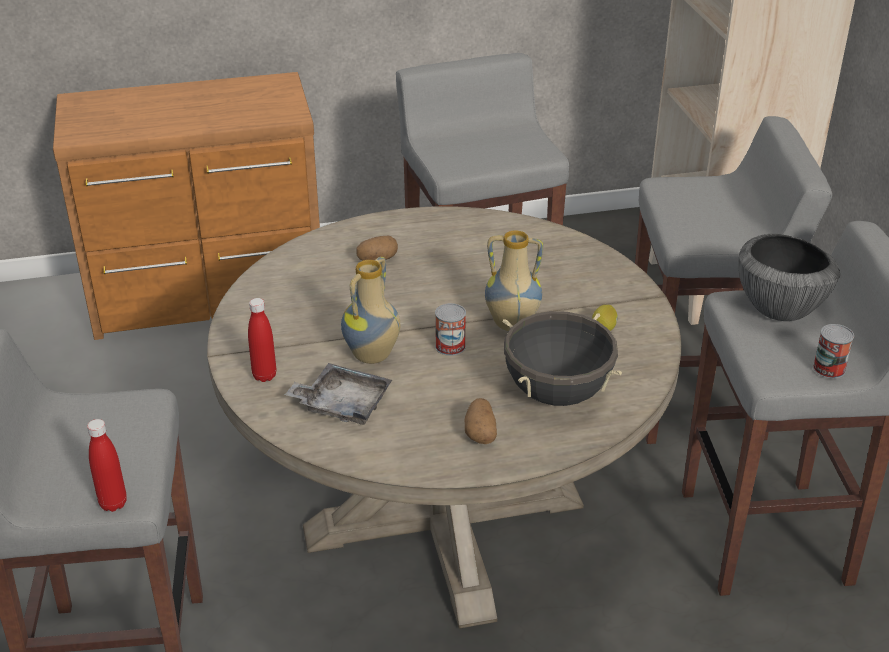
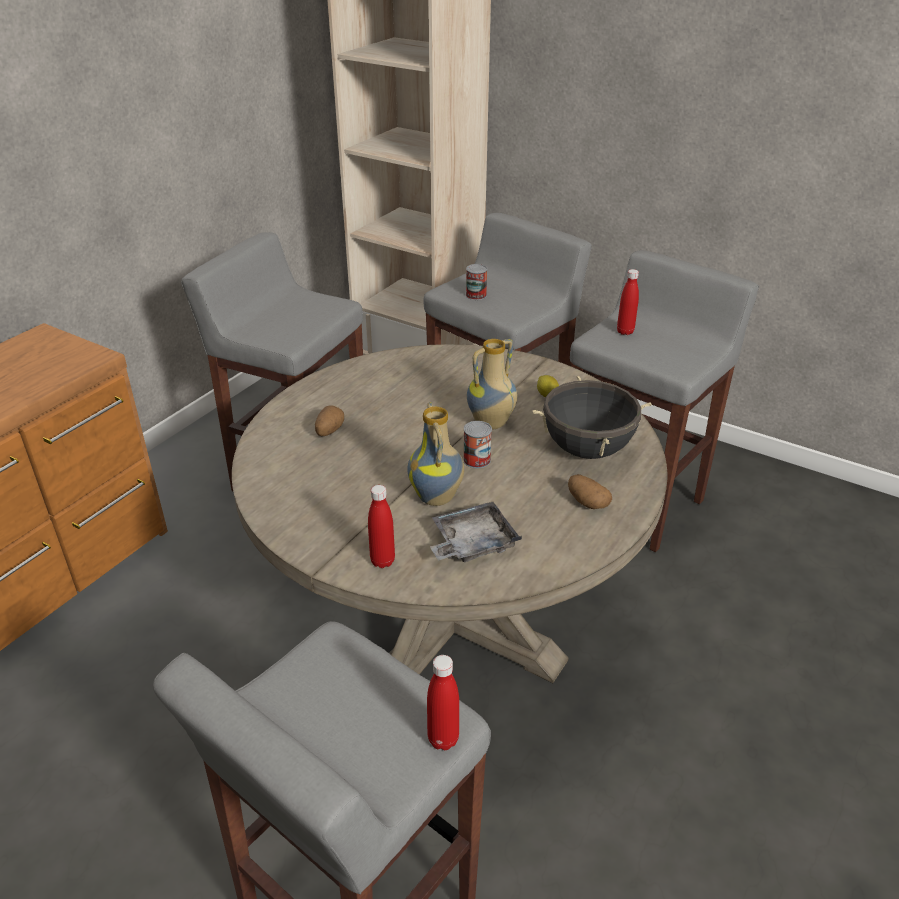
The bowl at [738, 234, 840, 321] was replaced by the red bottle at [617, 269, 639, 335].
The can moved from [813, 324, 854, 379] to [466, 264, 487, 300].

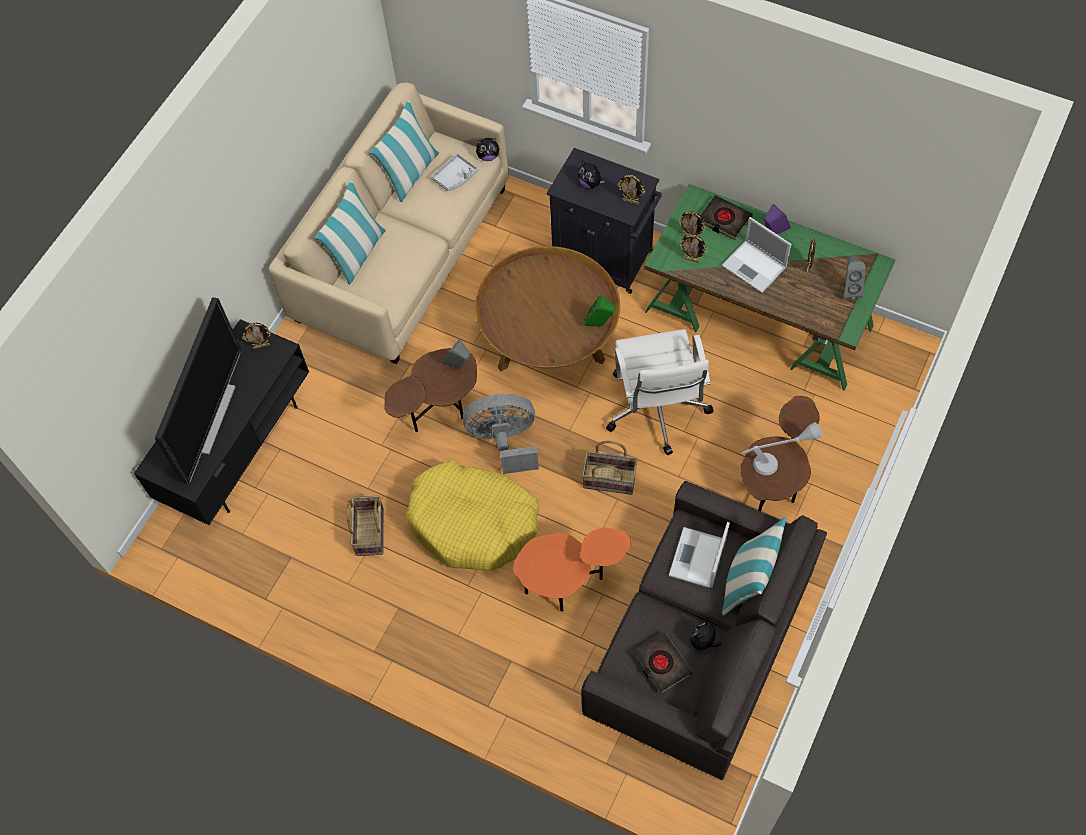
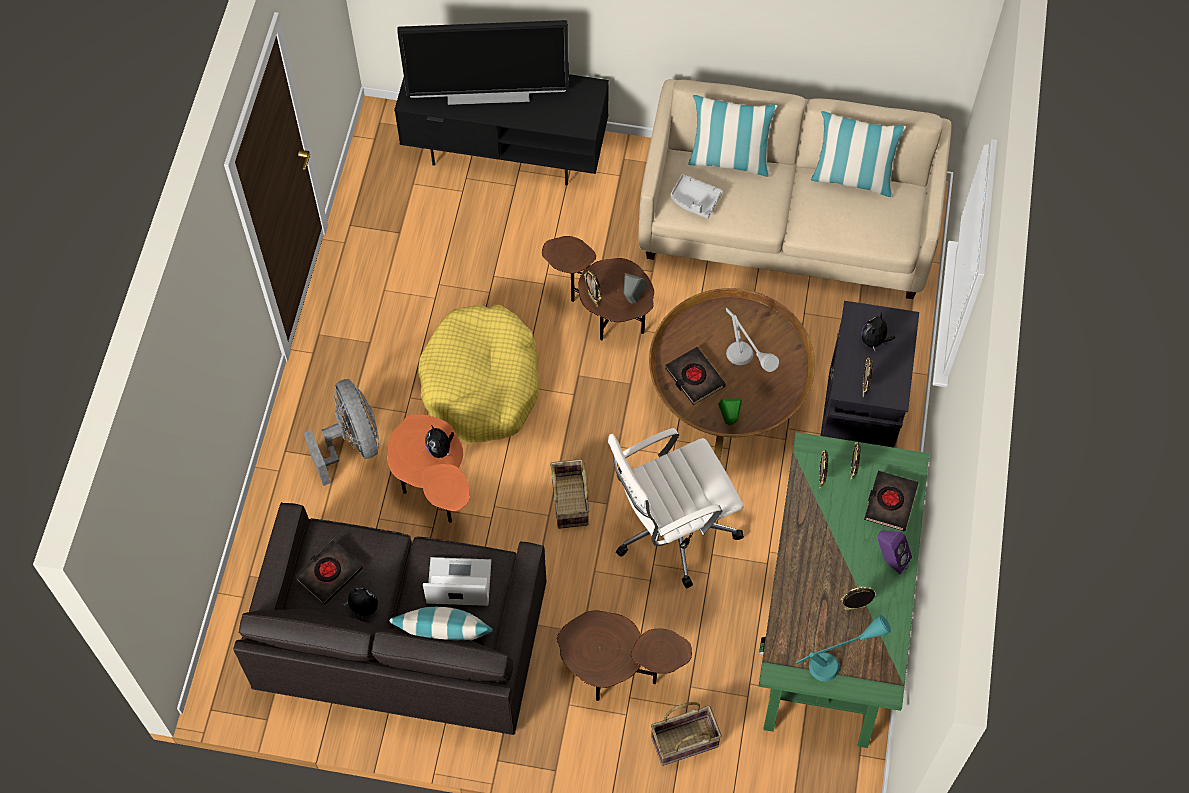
The picture frame moved from [242, 323, 271, 349] to [584, 271, 602, 307].
The basket moved from [347, 496, 384, 556] to [651, 702, 722, 766].
The grey tray moved from [431, 154, 478, 191] to [670, 174, 722, 218].
The grey fan moved from [463, 394, 539, 474] to [304, 379, 379, 486].
The plush toy moved from [476, 138, 499, 161] to [425, 425, 454, 458].
The laptop at [722, 217, 792, 293] disappeared.
The grey table lamp moved from [741, 422, 822, 475] to [726, 308, 779, 372].
The grey speaker at [844, 256, 865, 300] was replaced by the turquoise table lamp at [796, 615, 891, 681].
The black book at [665, 347, 726, 405] appeared.

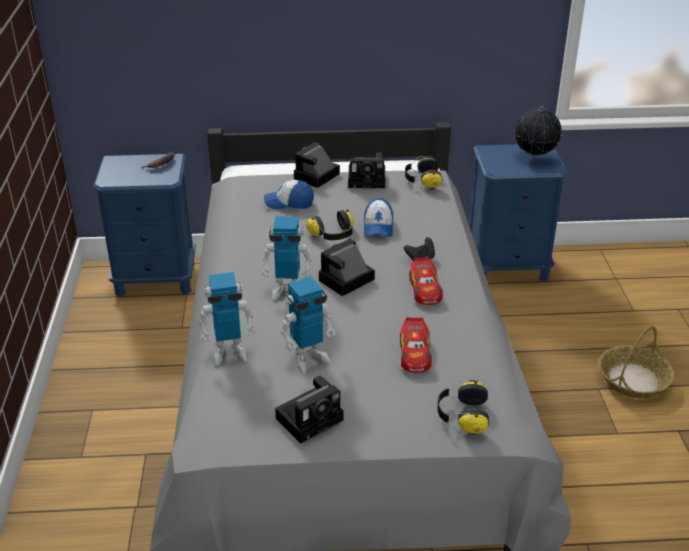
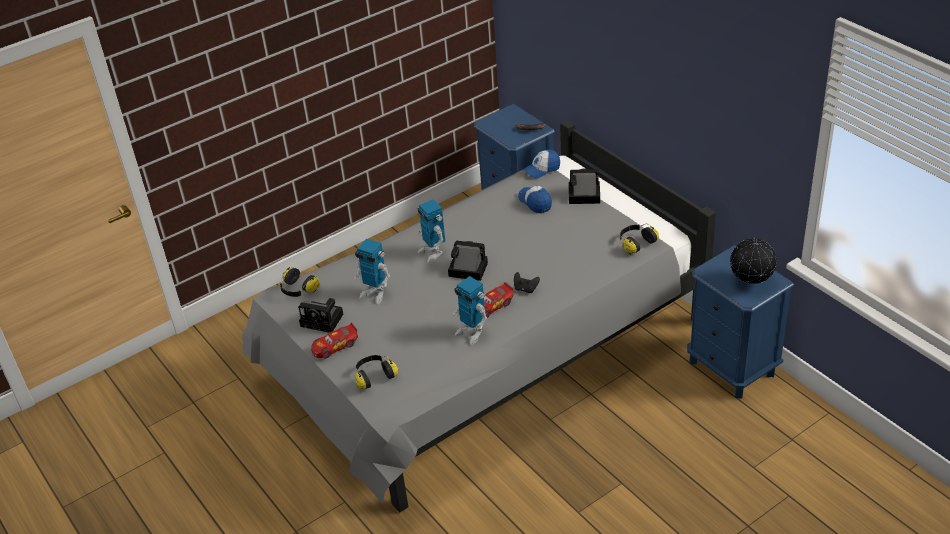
The toy robot moved from [199, 272, 255, 366] to [453, 276, 487, 345].
The headphones moved from [306, 209, 354, 240] to [280, 267, 320, 297].
The photo camera at [348, 153, 385, 188] disappeared.
The cap moved from [364, 198, 393, 237] to [523, 150, 560, 179].
The toy car moved from [400, 317, 432, 373] to [311, 322, 358, 358].
The basket at [599, 326, 675, 398] disappeared.

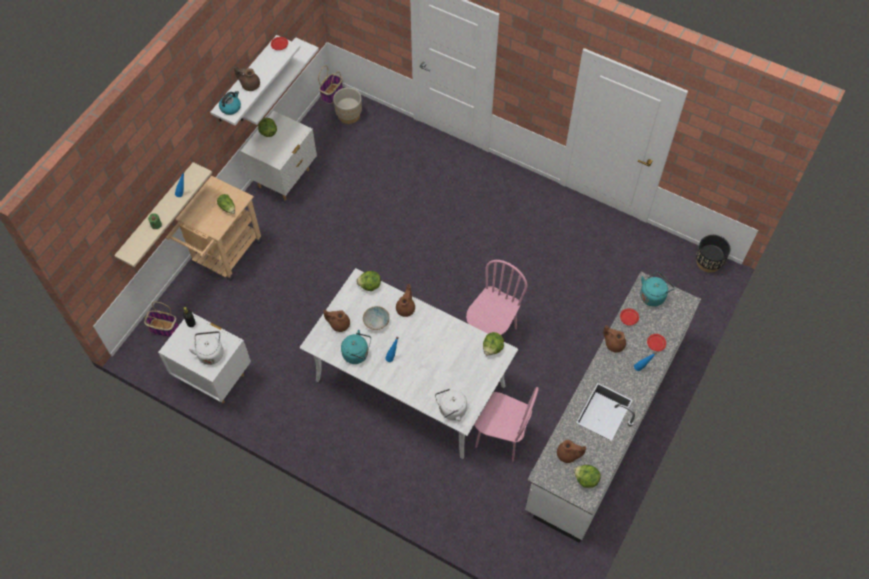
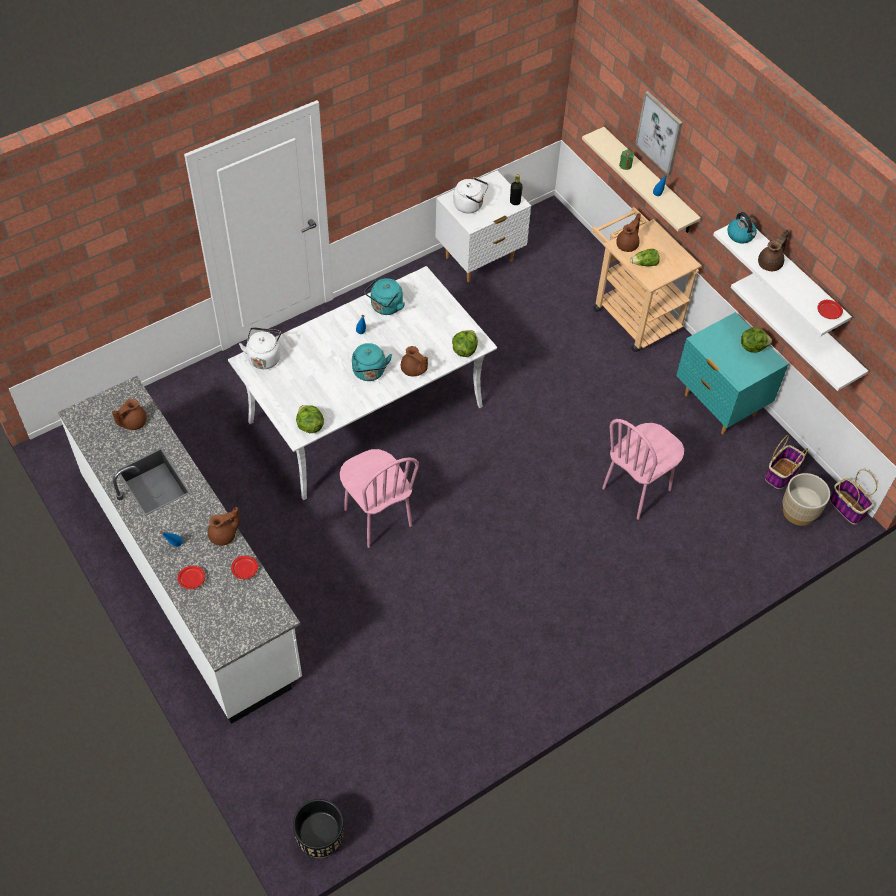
The basket moved from [144, 302, 179, 337] to [765, 435, 808, 489].
The white nightstand at [240, 111, 317, 201] became the turquoise nightstand at [676, 312, 788, 435].
The brown teapot moved from [323, 310, 350, 332] to [616, 213, 641, 252].
The bowl at [363, 306, 390, 330] disappeared.
The pink chair moved from [474, 387, 539, 462] to [602, 419, 684, 520].
The lettuce at [574, 465, 601, 488] disappeared.
The turquoise kettle moved from [640, 271, 675, 307] to [352, 343, 392, 381].
The picture at [635, 91, 683, 176] appeared.

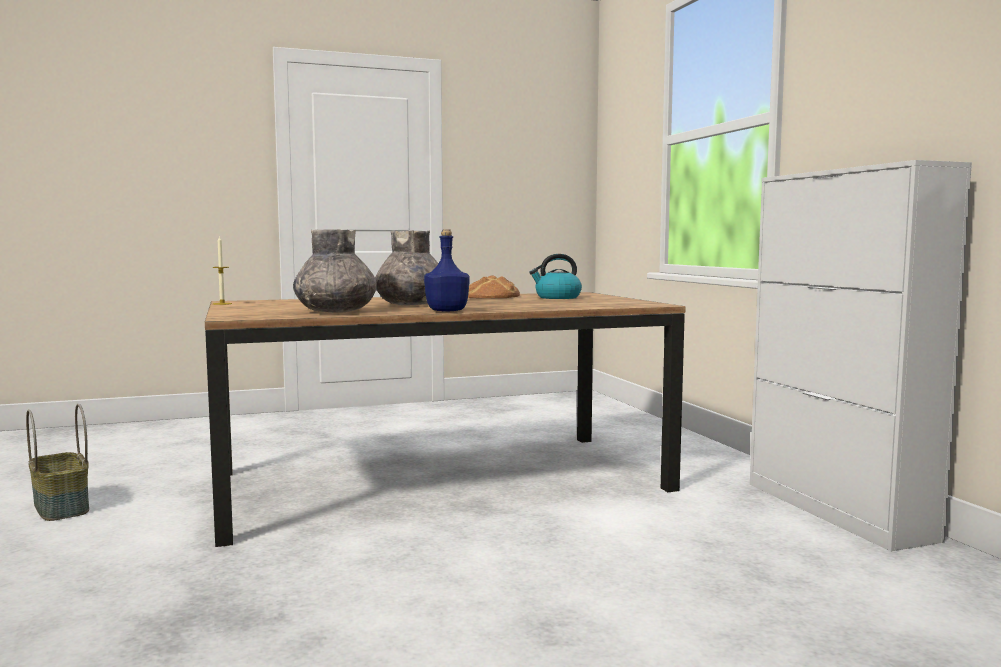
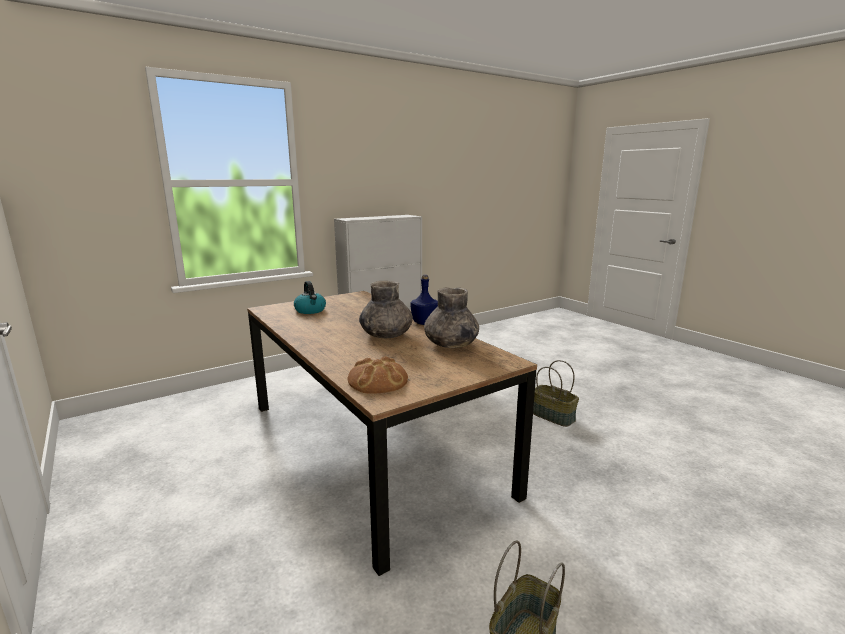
The candle at [213, 236, 232, 305] disappeared.
The bread moved from [468, 275, 520, 298] to [348, 356, 408, 394].
The basket at [533, 360, 579, 427] appeared.

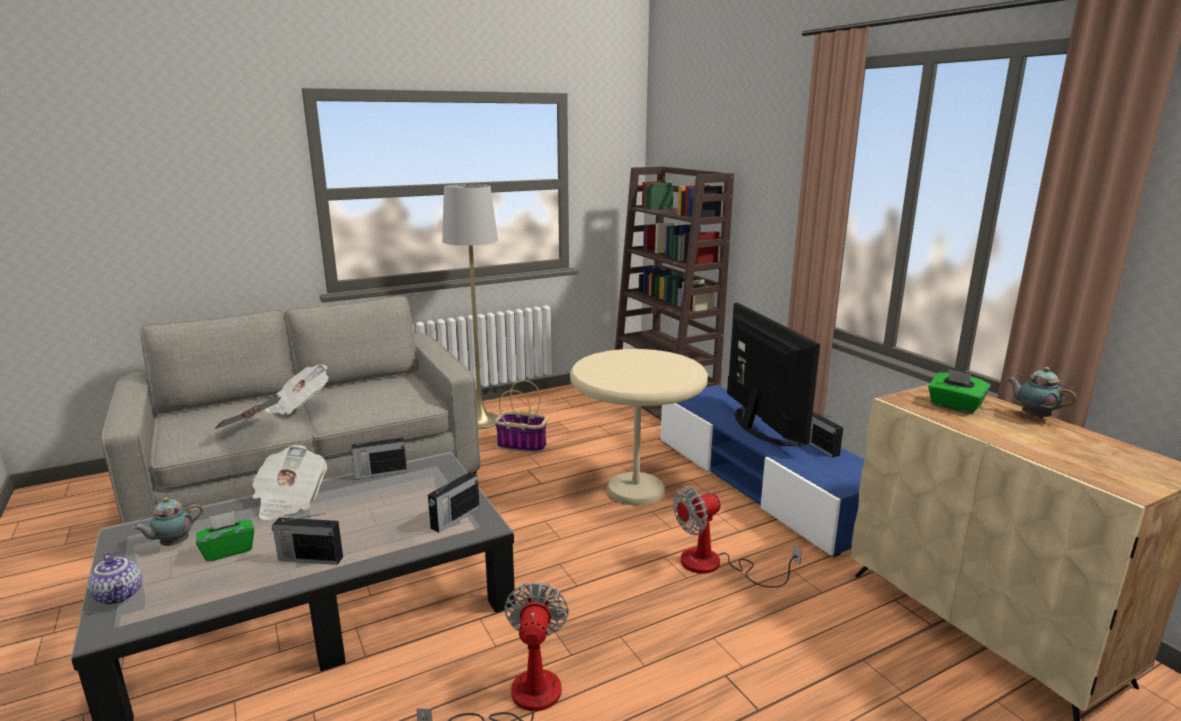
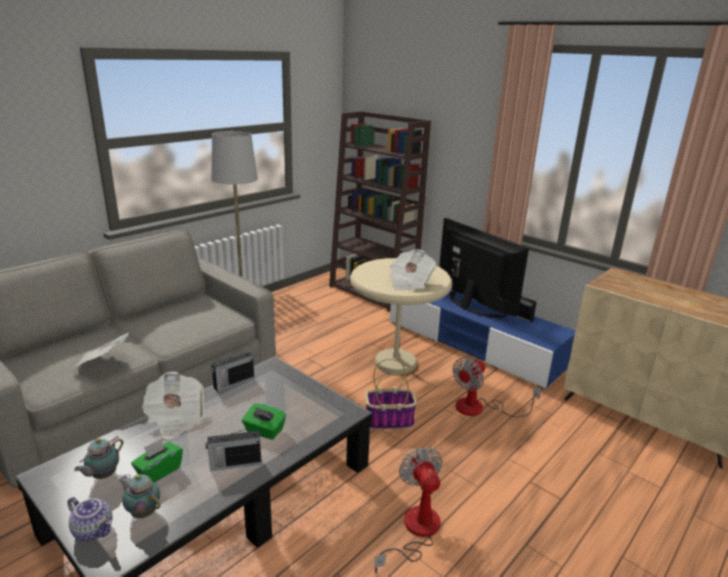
The newspaper moved from [265, 364, 329, 414] to [390, 249, 437, 290].
The radio at [428, 467, 480, 532] disappeared.
The basket moved from [495, 380, 547, 453] to [365, 359, 417, 430].
The green tissue box moved from [928, 369, 990, 414] to [242, 404, 286, 440].
The teapot moved from [1007, 367, 1077, 419] to [119, 474, 161, 518].

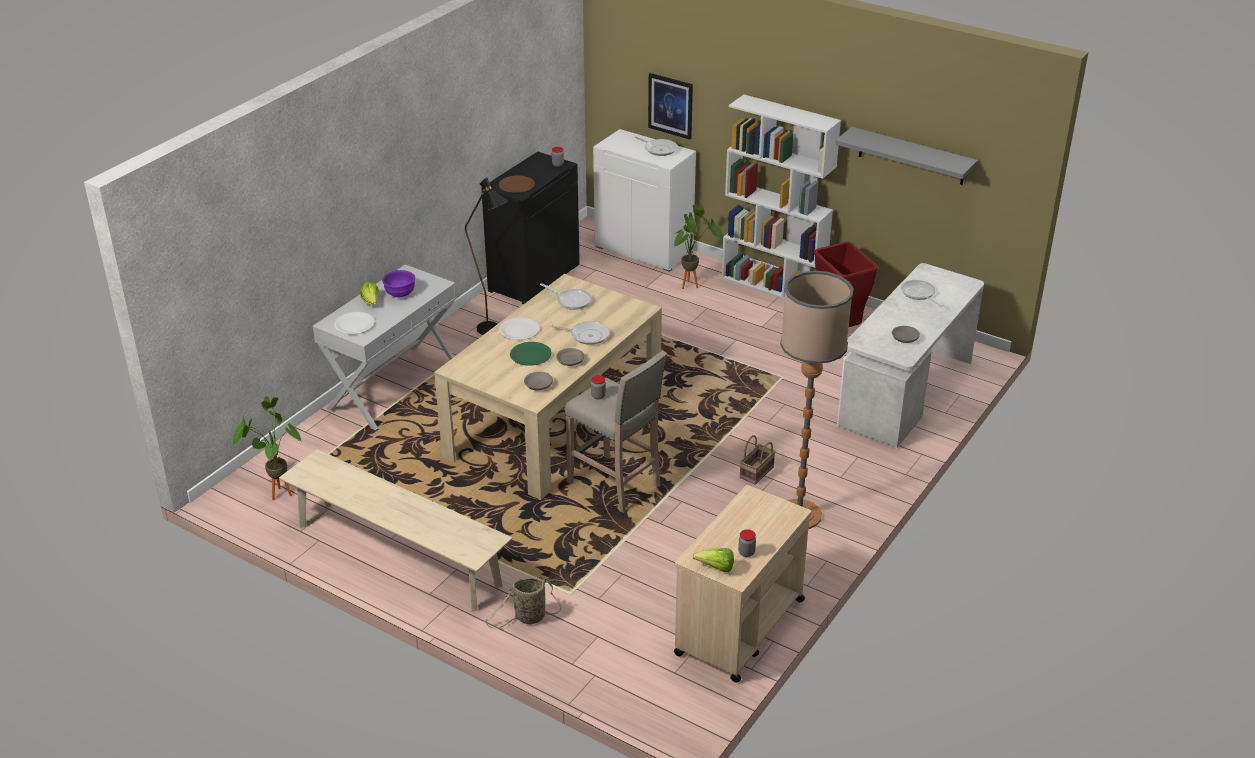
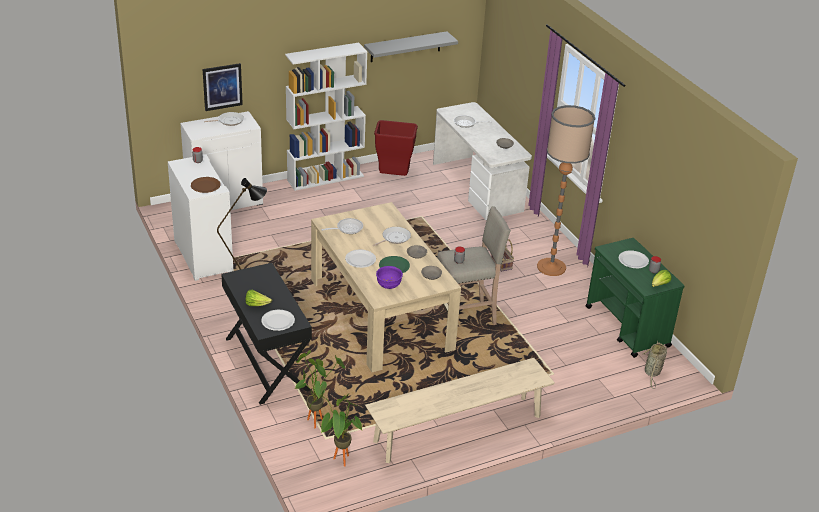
The white console table at [313, 265, 456, 430] became the black console table at [221, 263, 312, 405].
The purple bowl moved from [382, 270, 415, 298] to [376, 266, 403, 289].
The black cabinet at [481, 151, 580, 304] became the white cabinet at [168, 155, 233, 281].
The basket moved from [485, 577, 561, 628] to [643, 341, 667, 389].
The potted plant moved from [674, 205, 723, 289] to [294, 350, 345, 429].
The beige cart at [674, 485, 811, 683] became the green cart at [586, 238, 685, 358].
The white plate at [619, 251, 649, 268] appeared.

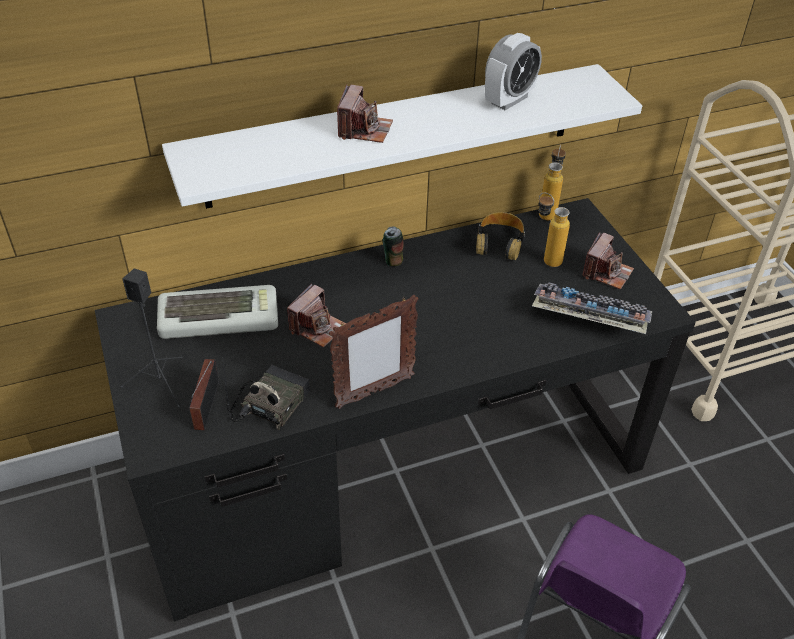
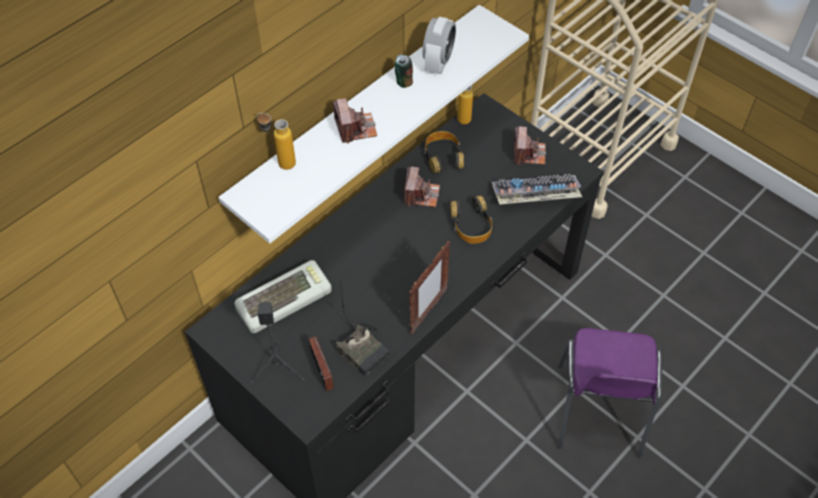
The radio at [222, 357, 310, 430] turned 135 degrees clockwise.
The photo camera moved from [287, 284, 346, 348] to [405, 166, 440, 207].
The can moved from [383, 227, 404, 266] to [395, 54, 413, 88].
The bottle moved from [539, 192, 570, 267] to [256, 113, 296, 170].
The headphones at [450, 195, 493, 244] appeared.

